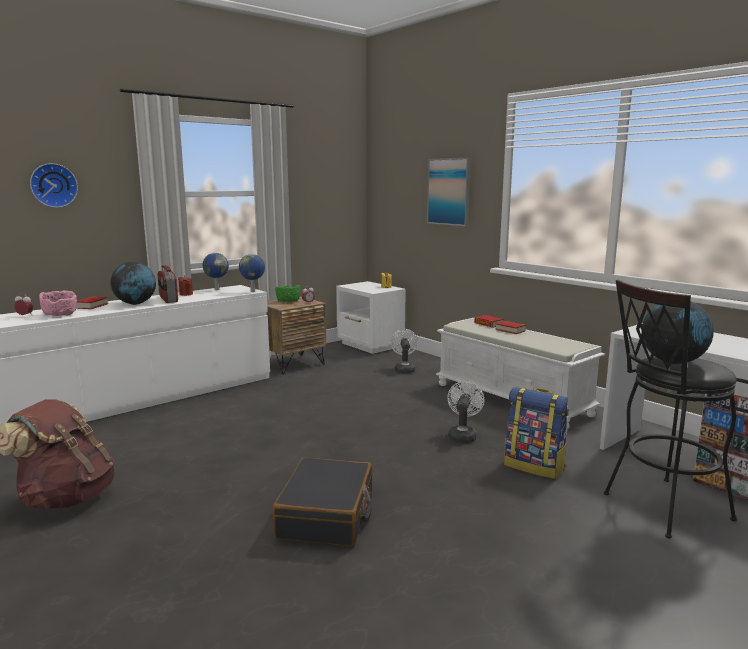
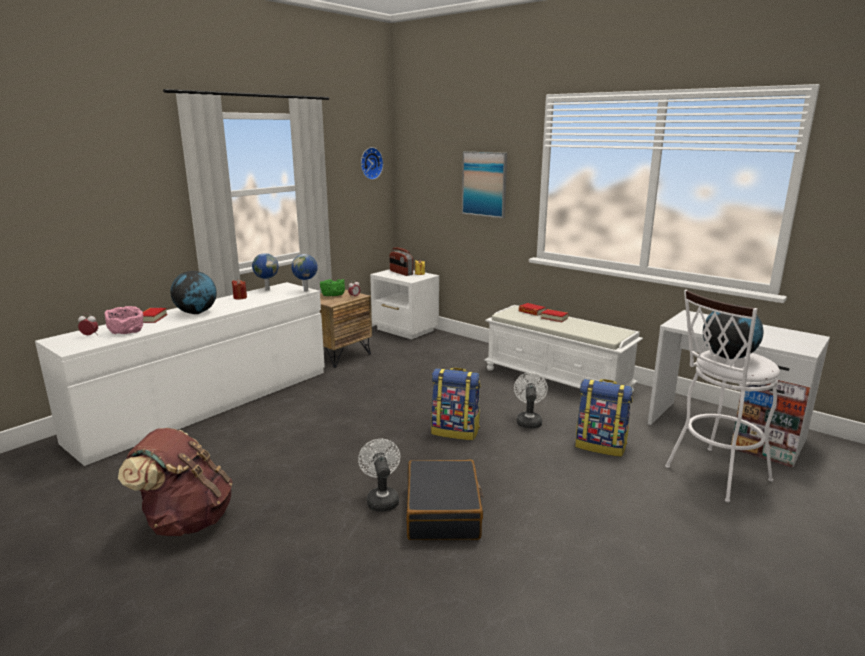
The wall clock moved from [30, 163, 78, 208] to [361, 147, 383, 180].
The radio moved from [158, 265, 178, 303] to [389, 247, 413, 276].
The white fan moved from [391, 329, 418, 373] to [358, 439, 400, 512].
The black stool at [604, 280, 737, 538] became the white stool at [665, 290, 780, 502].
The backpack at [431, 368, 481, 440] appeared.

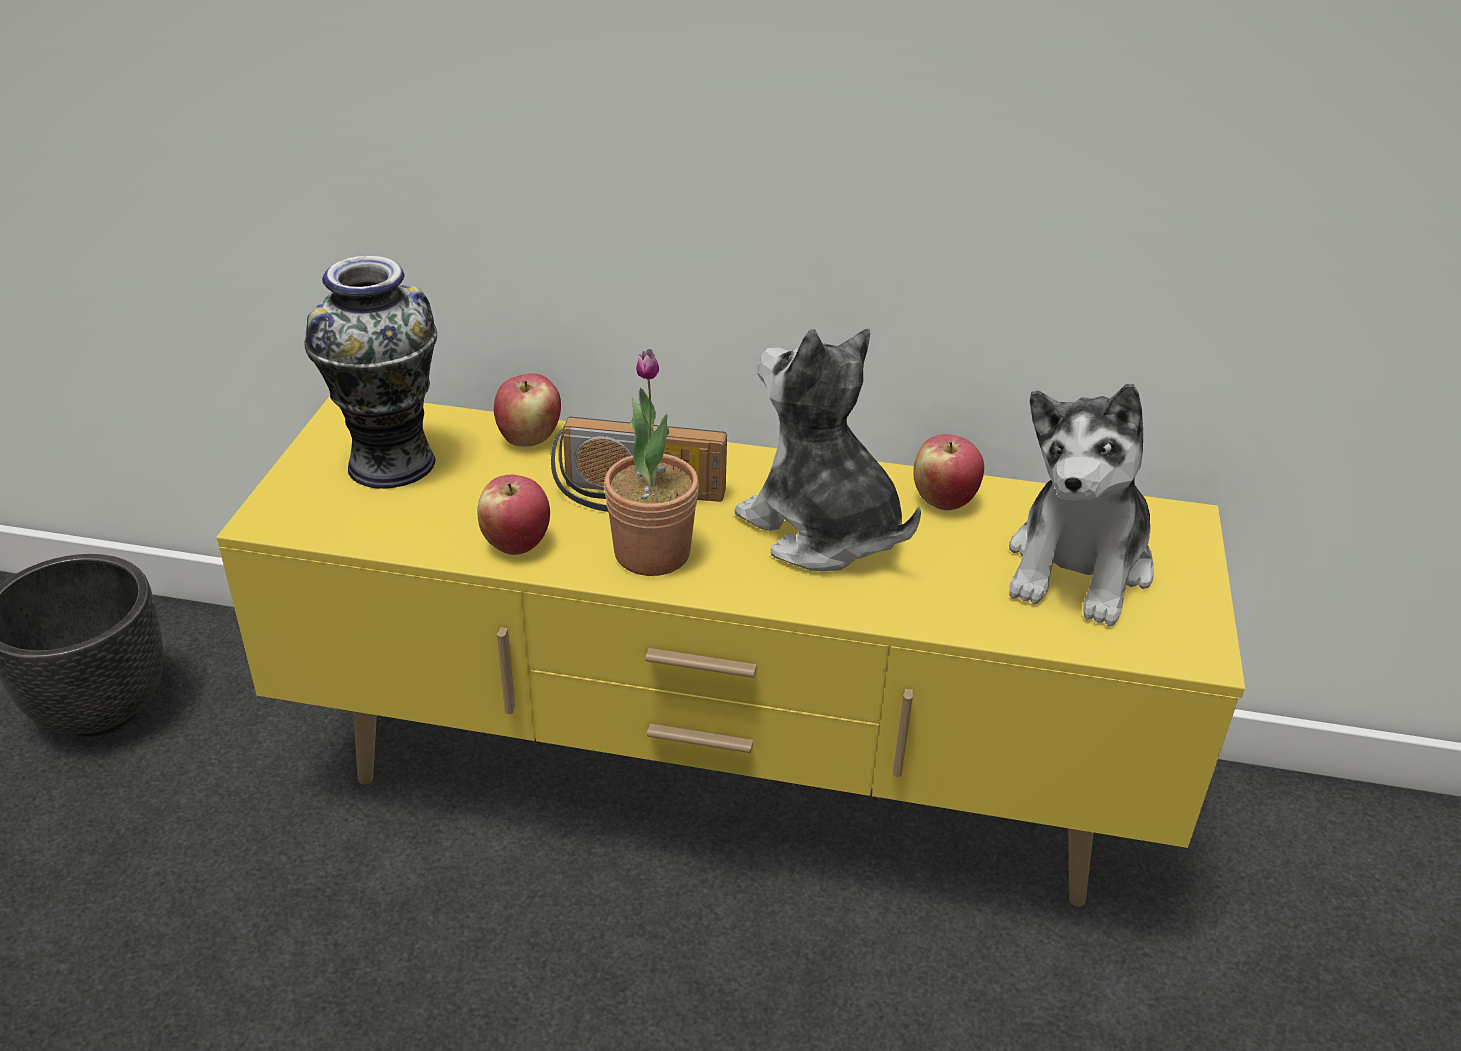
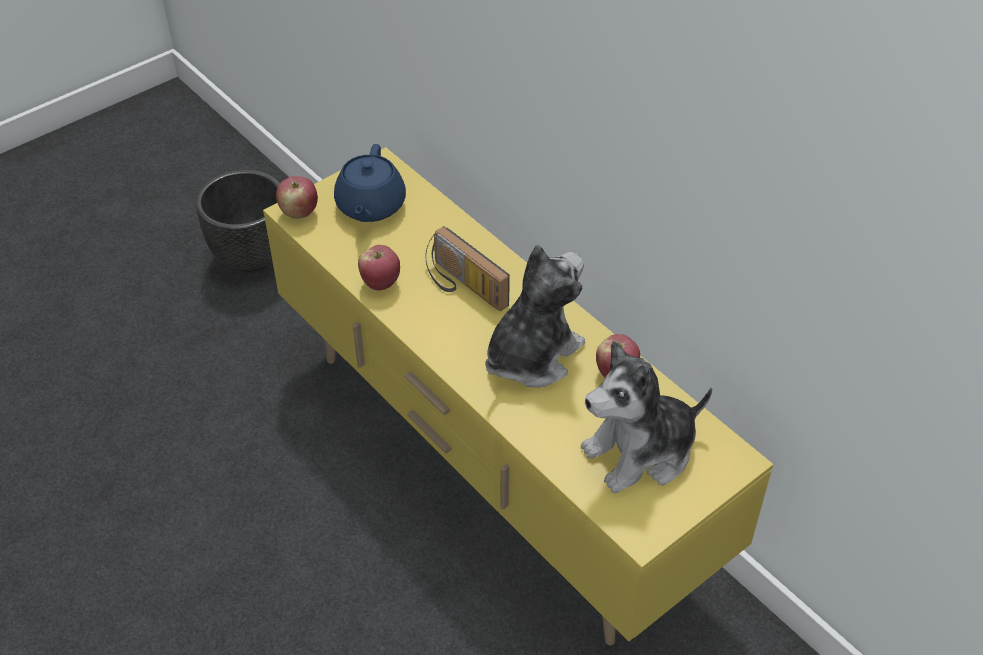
The vase at [304, 256, 437, 489] was replaced by the blue teapot at [334, 144, 406, 222].
The apple moved from [494, 373, 561, 447] to [276, 176, 318, 219].
The potted plant at [604, 349, 699, 576] disappeared.
The plush toy at [735, 329, 921, 571] turned 45 degrees clockwise.

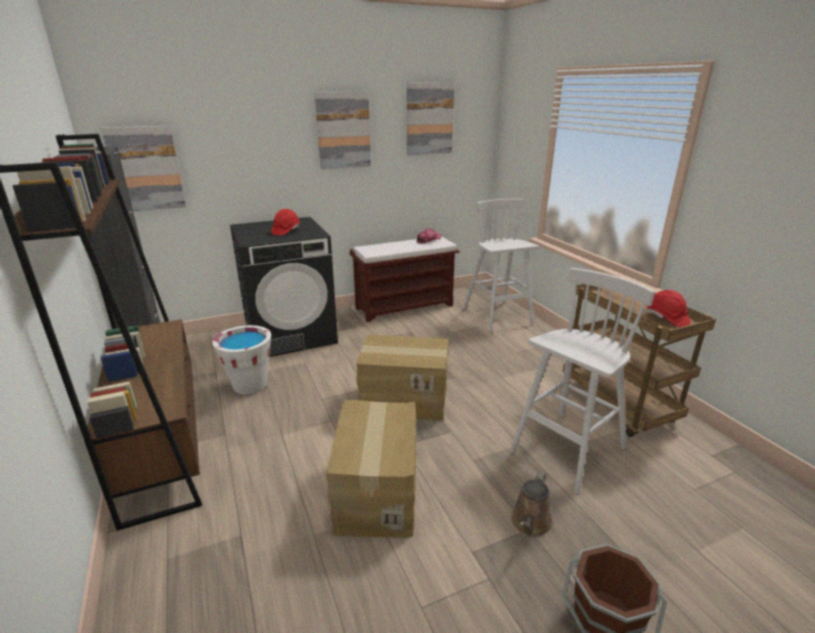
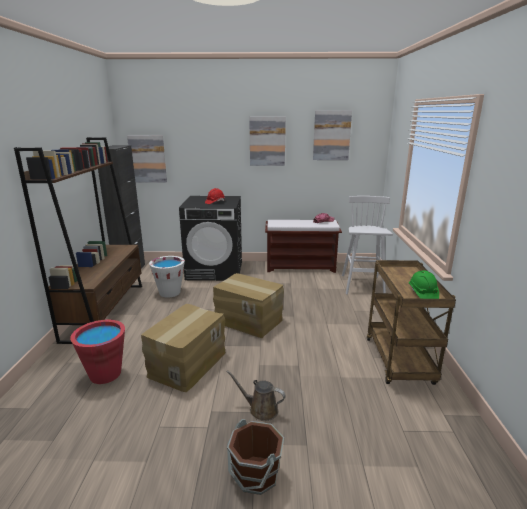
The white stool at [510, 268, 655, 494] disappeared.
The brown watering can at [511, 472, 552, 537] turned 60 degrees clockwise.
The red hard hat at [646, 290, 691, 327] became the green hard hat at [409, 271, 439, 299].
The red bucket at [70, 320, 125, 384] appeared.

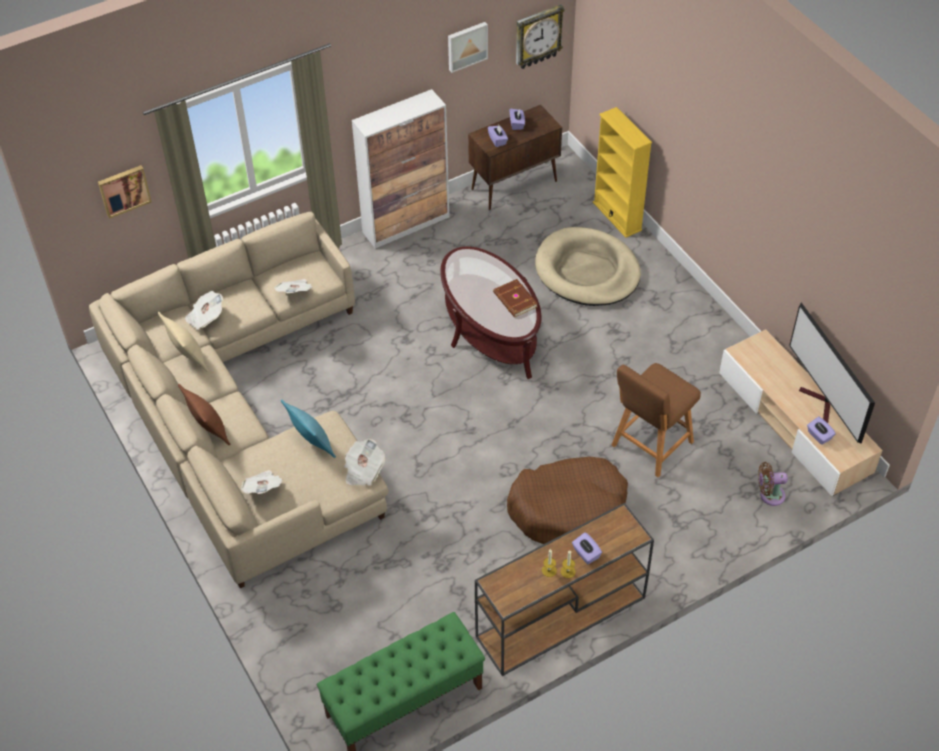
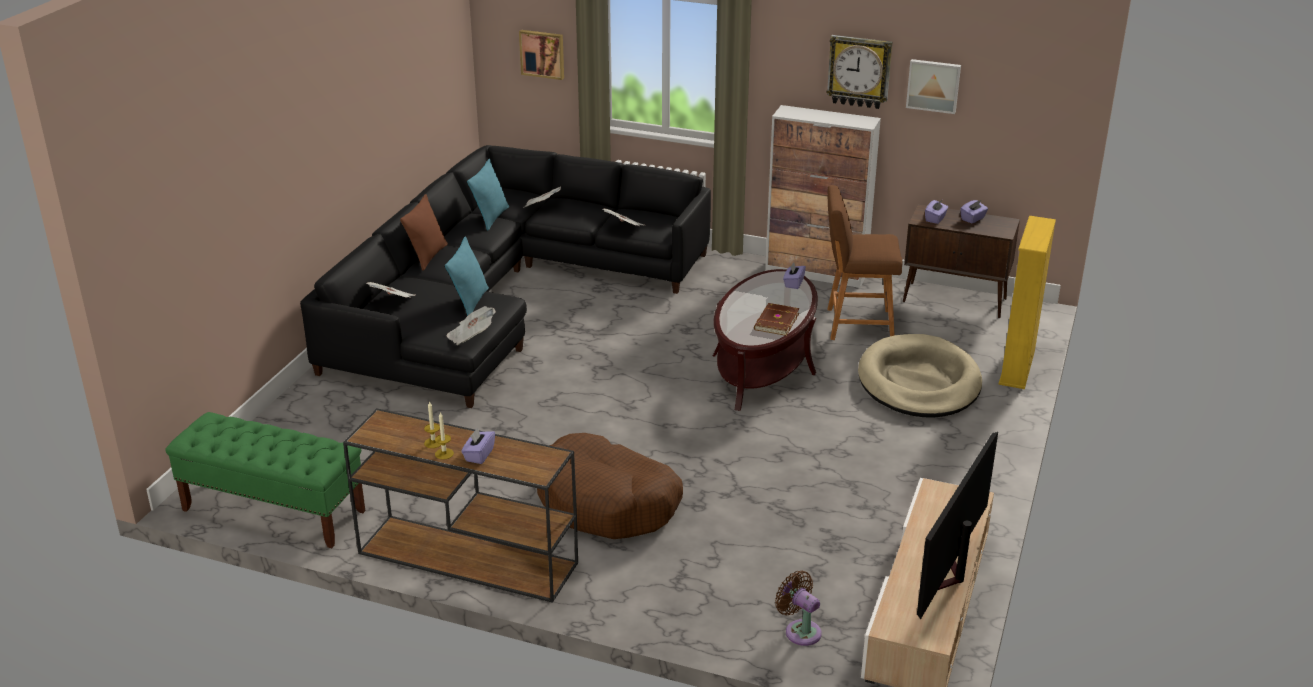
The beige sofa at [89, 212, 388, 588] became the black sofa at [300, 145, 711, 408].
The beige pillow at [158, 312, 209, 372] became the turquoise pillow at [467, 159, 509, 231].
The wall clock moved from [516, 4, 565, 69] to [826, 35, 892, 109].
The brown stool moved from [612, 363, 701, 477] to [827, 185, 903, 340].
The purple tissue box moved from [807, 416, 836, 445] to [783, 262, 806, 289].

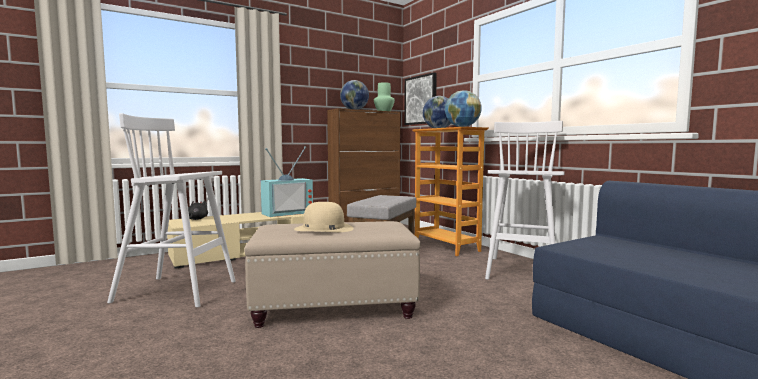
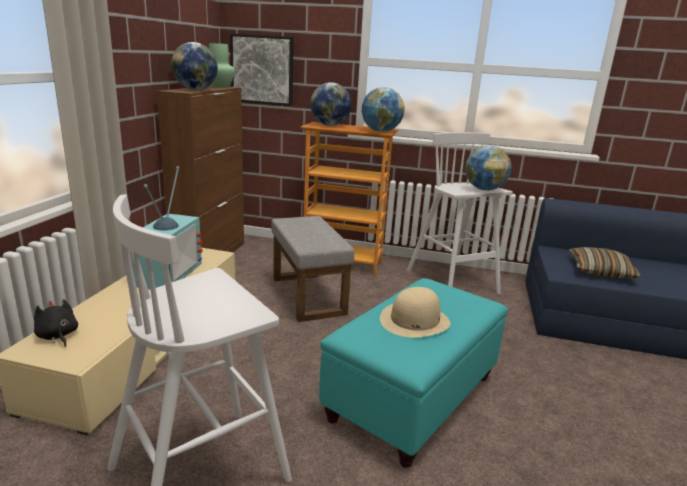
The beige ottoman at [244, 221, 421, 328] became the turquoise ottoman at [319, 278, 508, 468].
The globe at [465, 146, 512, 191] appeared.
The pillow at [569, 247, 641, 278] appeared.

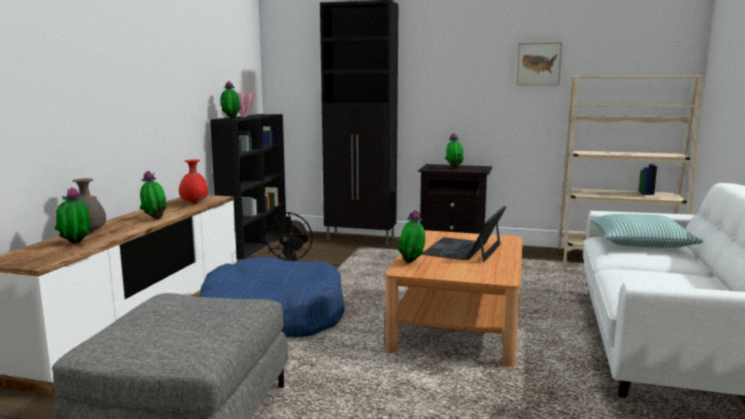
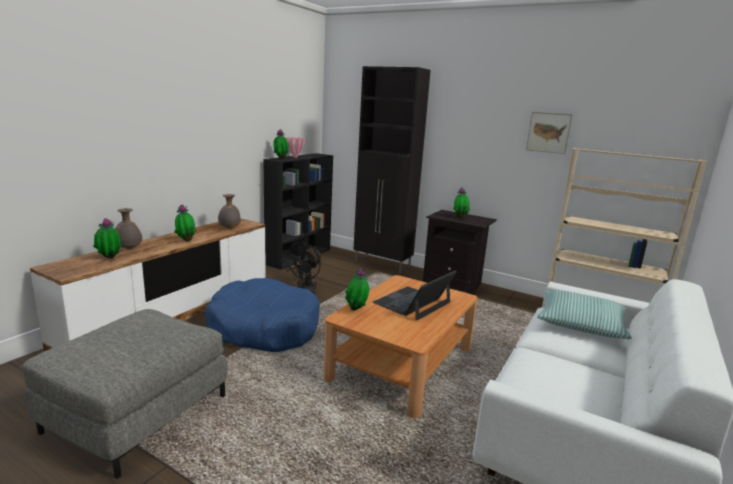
The red vase at [179, 159, 208, 204] became the grey vase at [218, 194, 241, 229].

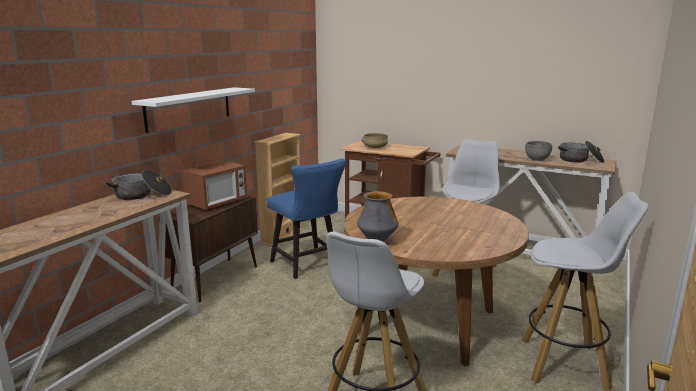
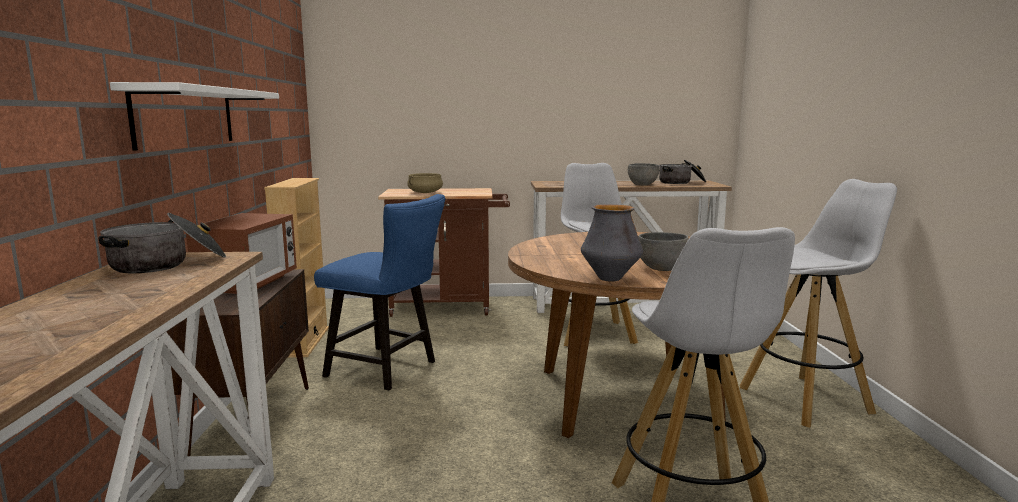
The grey bowl at [638, 232, 689, 271] appeared.

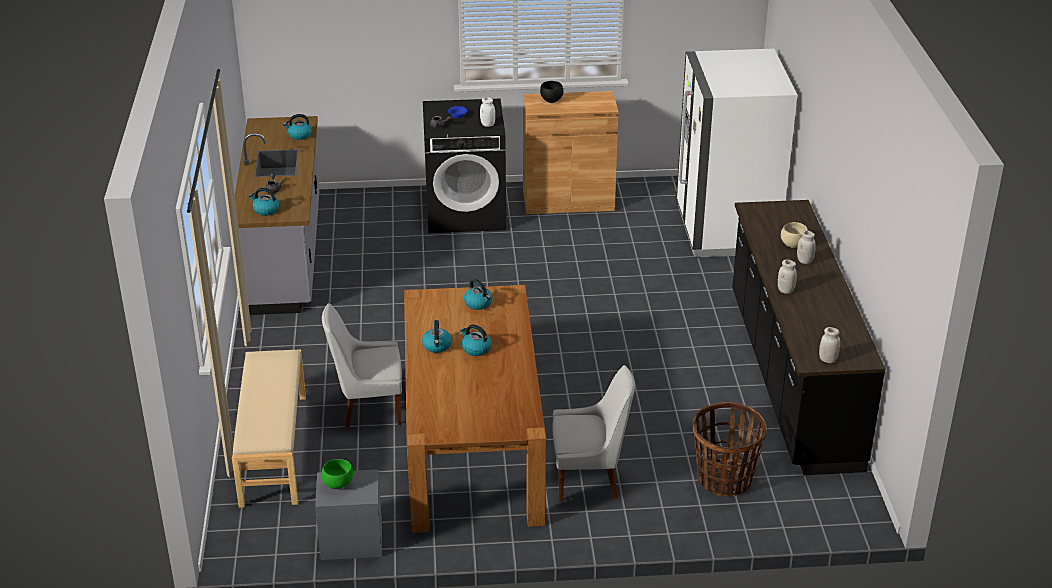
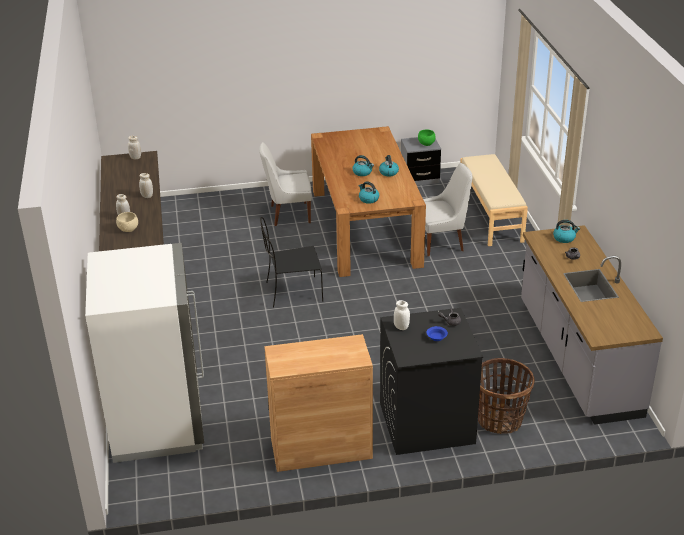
The kettle at [283, 114, 312, 140] disappeared.
The black bowl at [540, 81, 563, 103] disappeared.
The basket moved from [693, 402, 767, 496] to [478, 358, 535, 434].
The black chair at [260, 217, 323, 308] appeared.

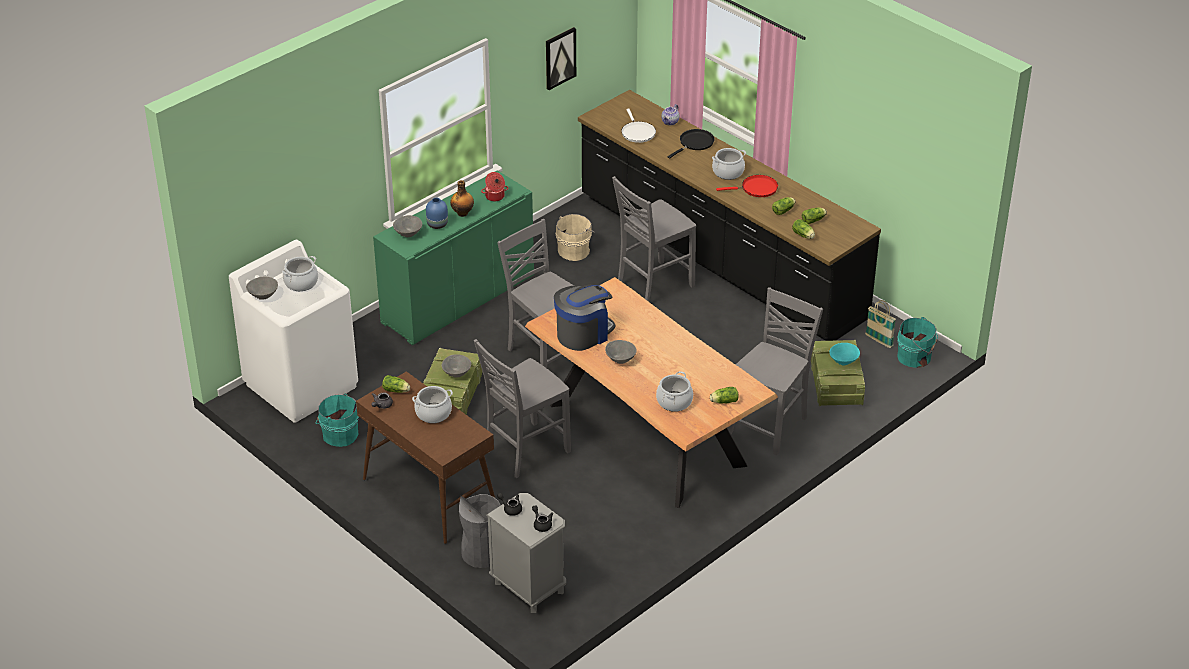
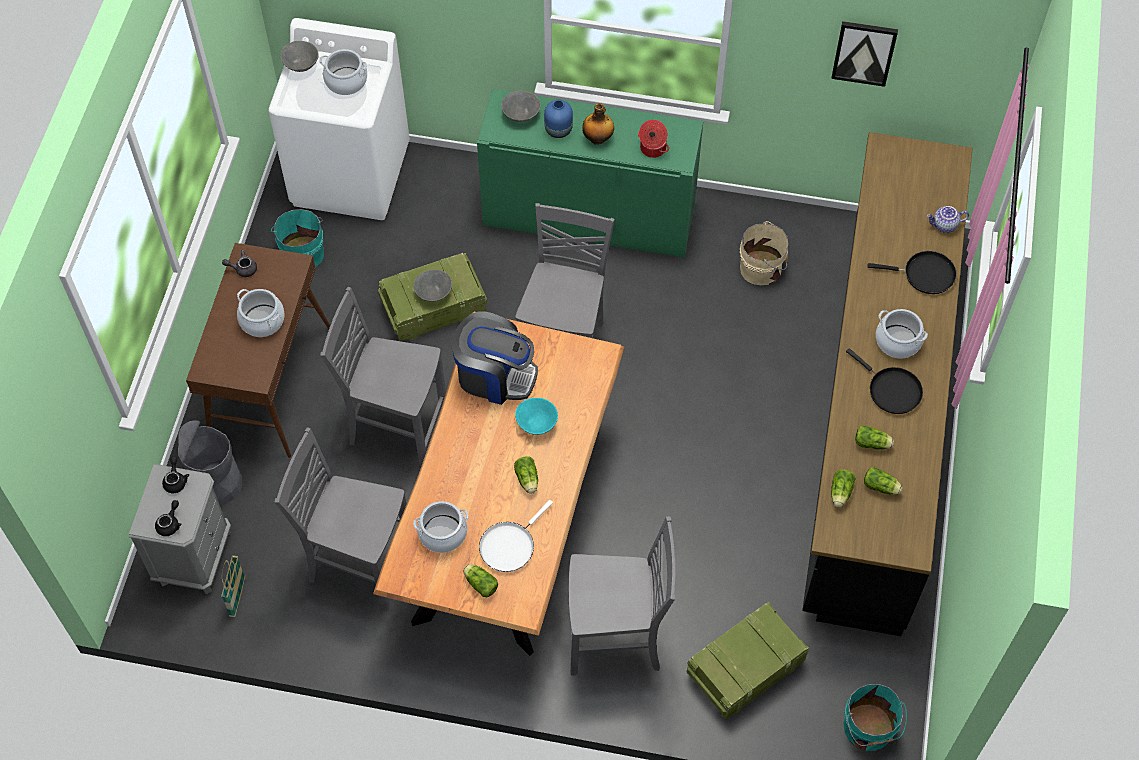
The lettuce moved from [382, 375, 410, 393] to [514, 456, 538, 494].
The grey bowl at [605, 340, 637, 364] disappeared.
The grey chair moved from [612, 176, 696, 302] to [275, 427, 406, 611].
The white frying pan moved from [621, 109, 656, 143] to [479, 500, 553, 572].
The red frying pan at [716, 175, 778, 197] became the black frying pan at [846, 348, 923, 414].
The turquoise bowl moved from [830, 343, 860, 365] to [515, 398, 558, 435].
The basket moved from [865, 300, 896, 348] to [221, 555, 245, 617].

